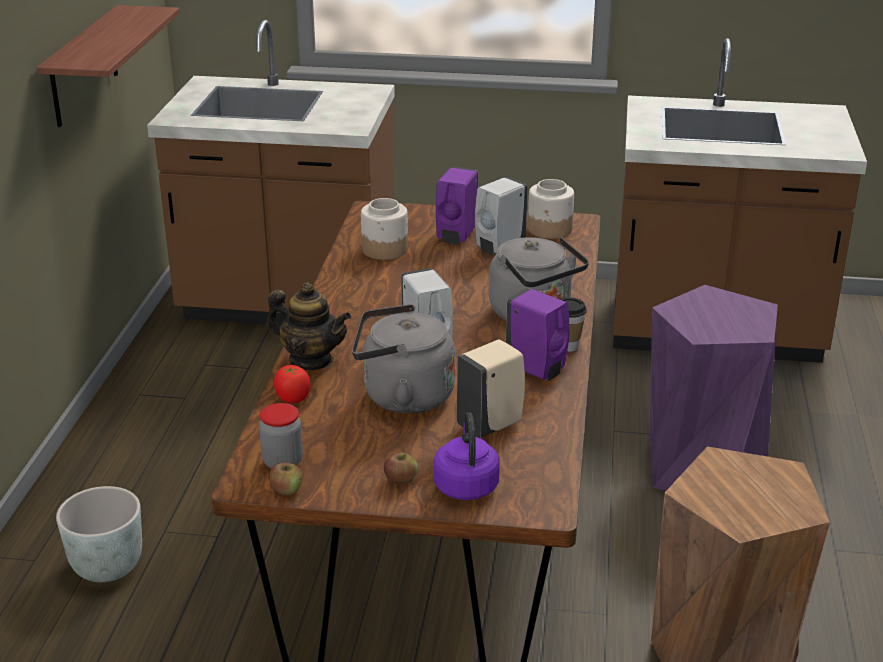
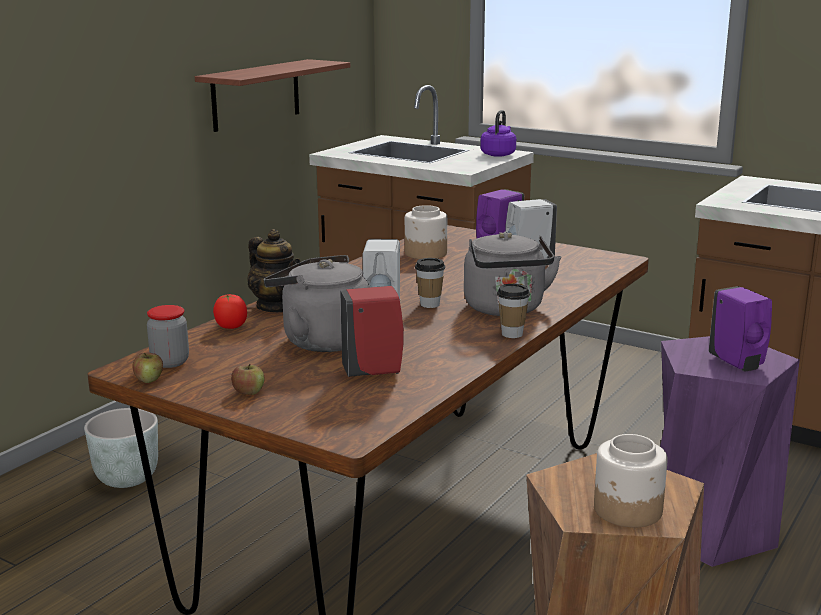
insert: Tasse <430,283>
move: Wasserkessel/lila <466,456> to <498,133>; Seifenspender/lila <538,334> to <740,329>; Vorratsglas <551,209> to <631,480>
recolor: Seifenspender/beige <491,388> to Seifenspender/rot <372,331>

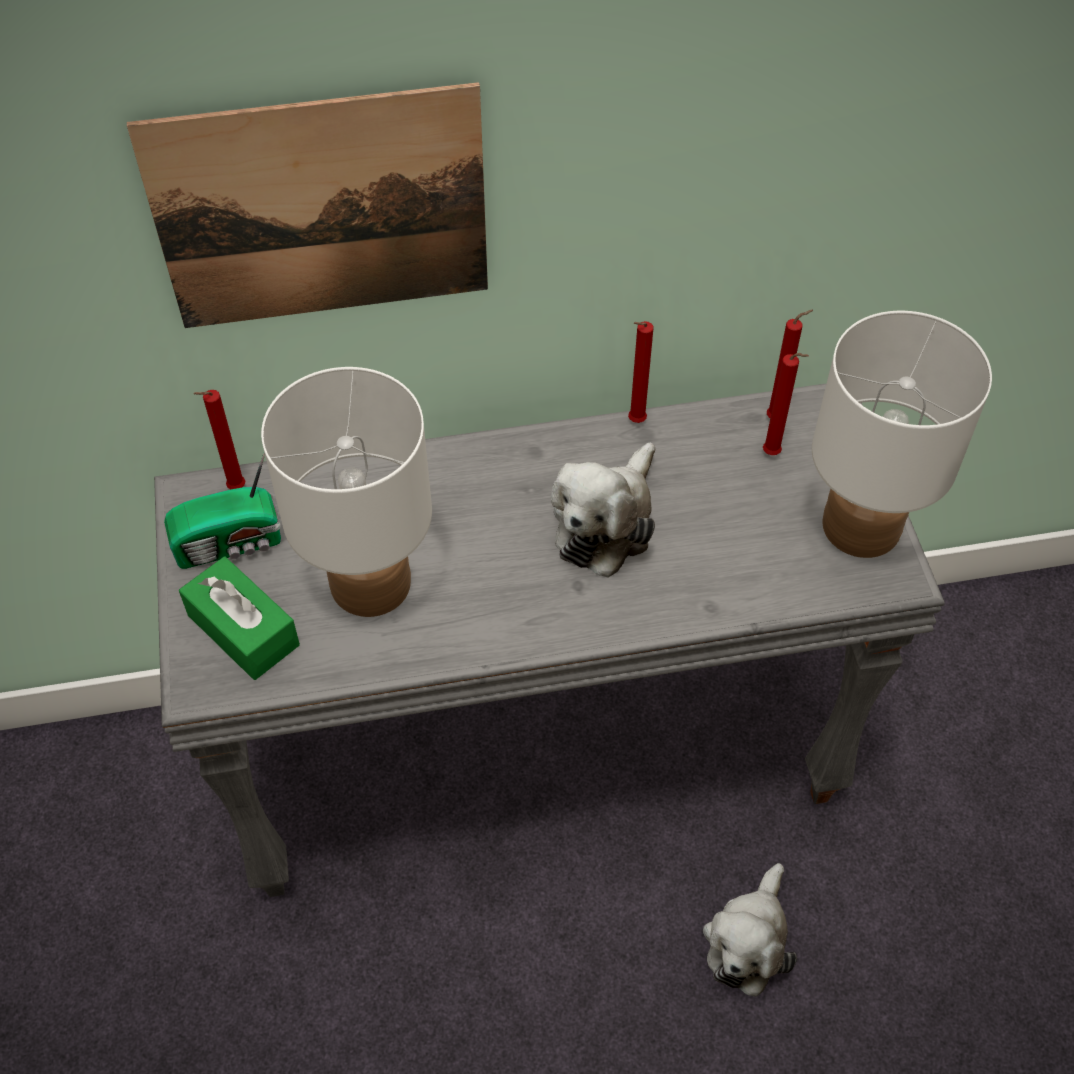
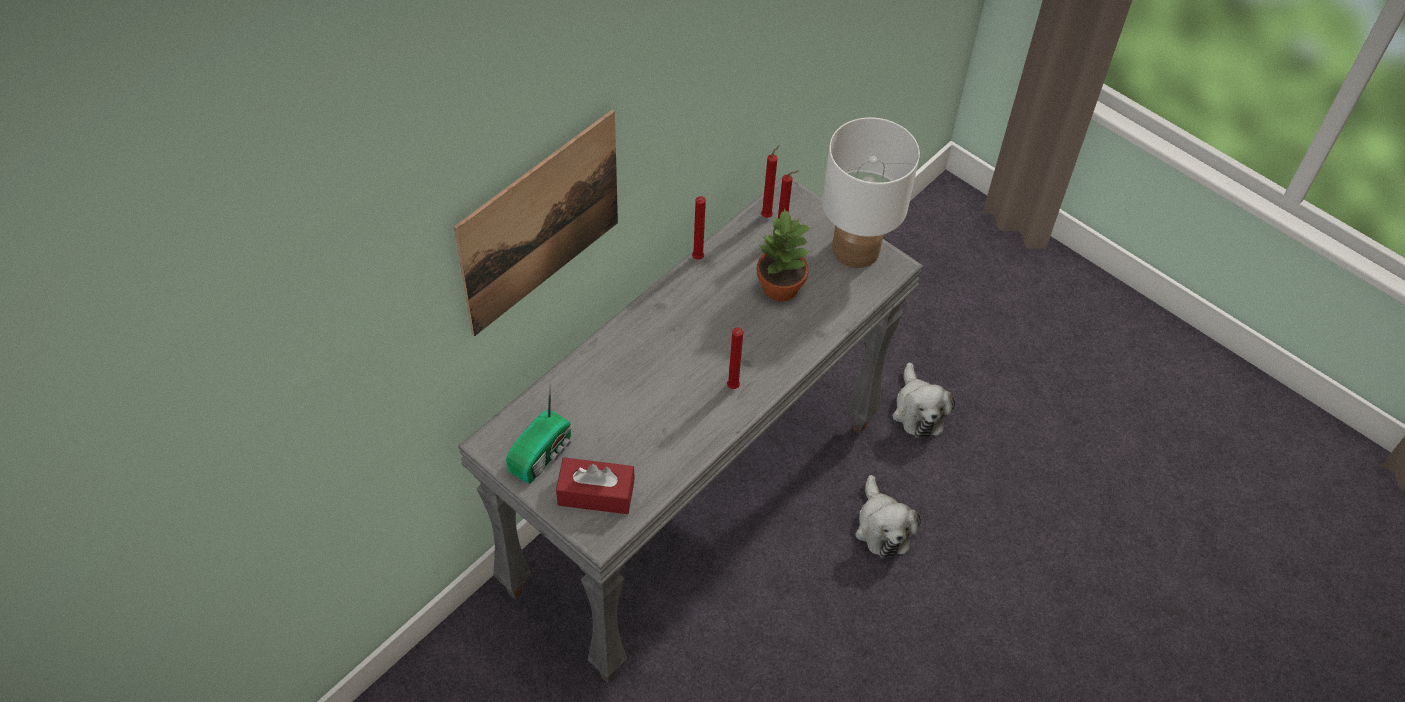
delete: Tischlampe/weiß <346,492>
insert: Topfpflanze <784,254>
move: Kerze/rot <219,439> to <735,358>; Plüschtier <603,510> to <923,400>
recolor: Taschentuchbox/grün <239,618> to Taschentuchbox/rot <595,485>

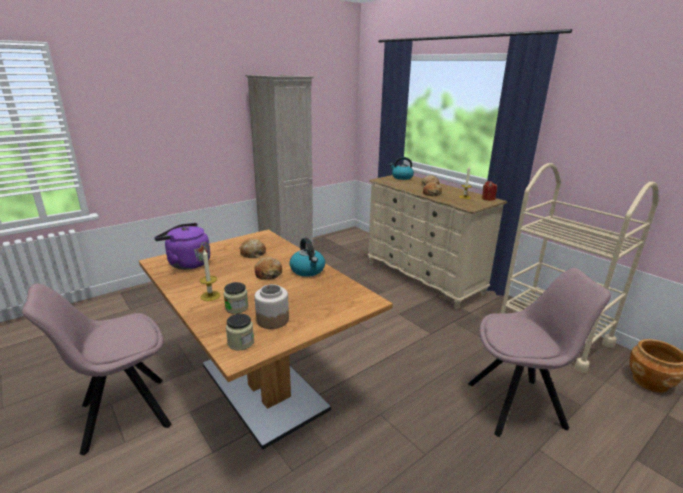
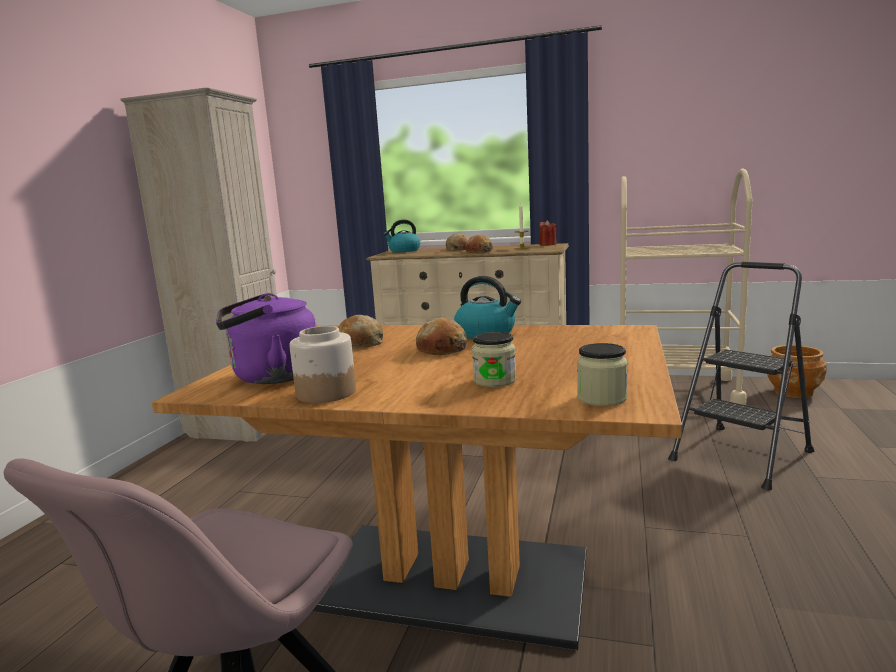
delete: Kerze <210,275>
move: Vorratsglas <272,306> to <322,364>
replace: Stuhl/rosa <539,352> to Trittleiter/schwarz <741,376>

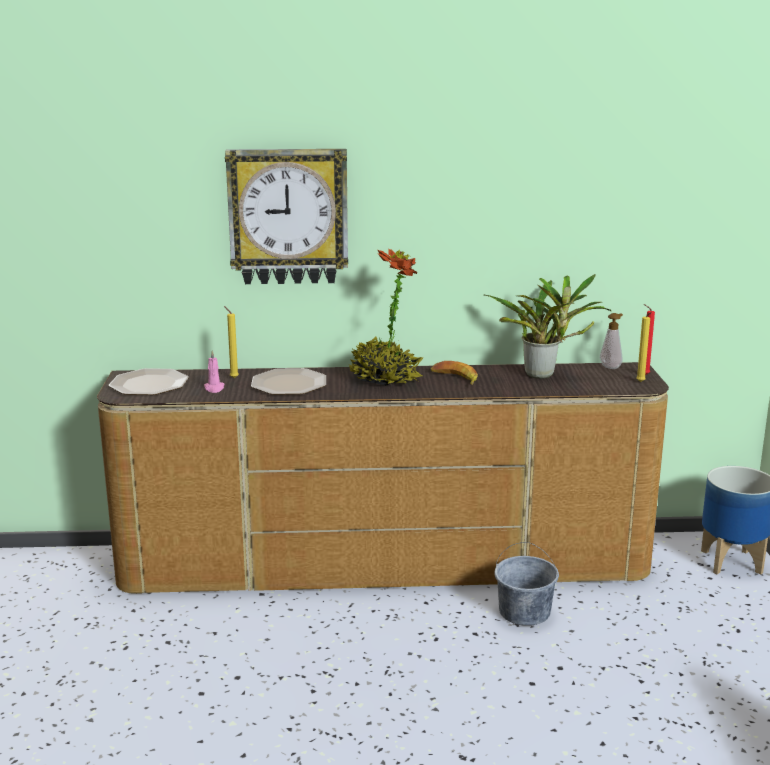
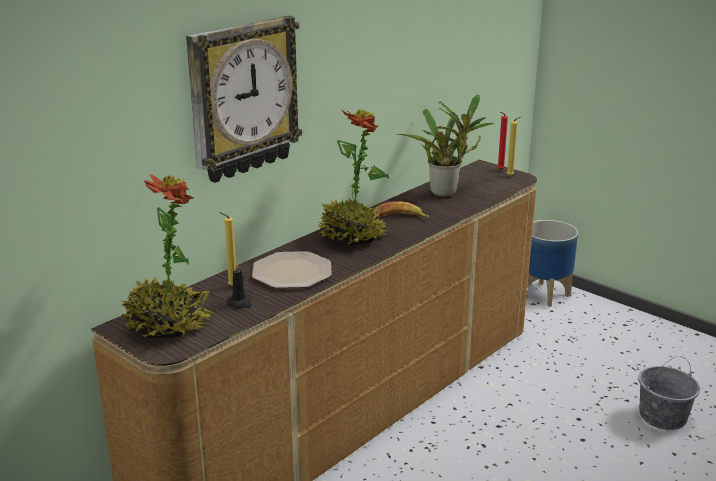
delete: Seifenspender <611,341>
move: Eimer/grau <526,584> to <669,393>
replace: Teller <149,381> to Topfpflanze <166,256>
recolor: Kerze/rosa <214,371> to Kerze/schwarz <239,285>

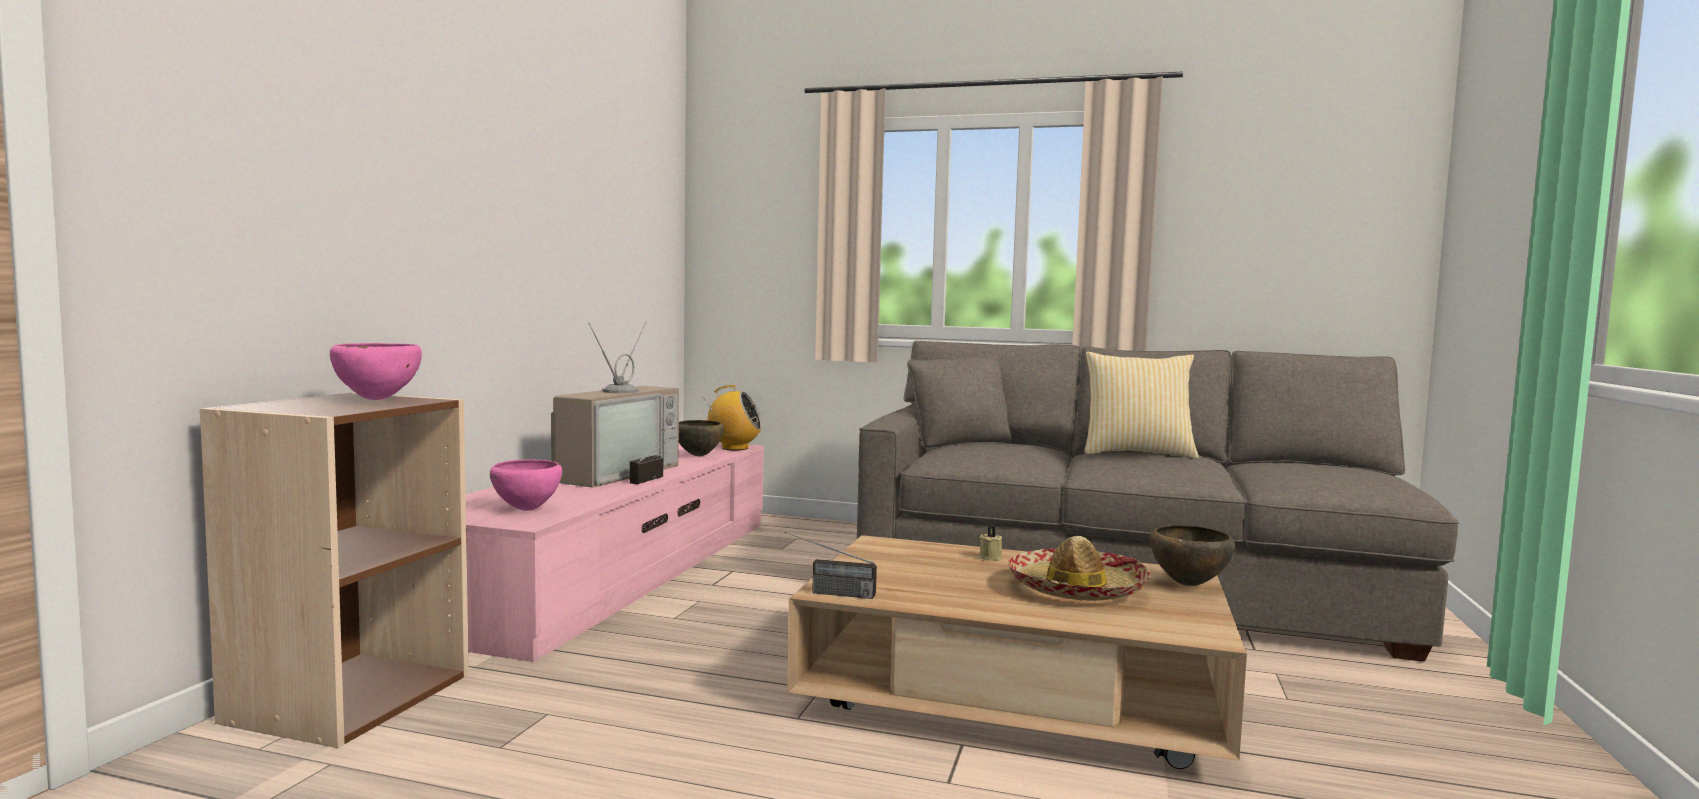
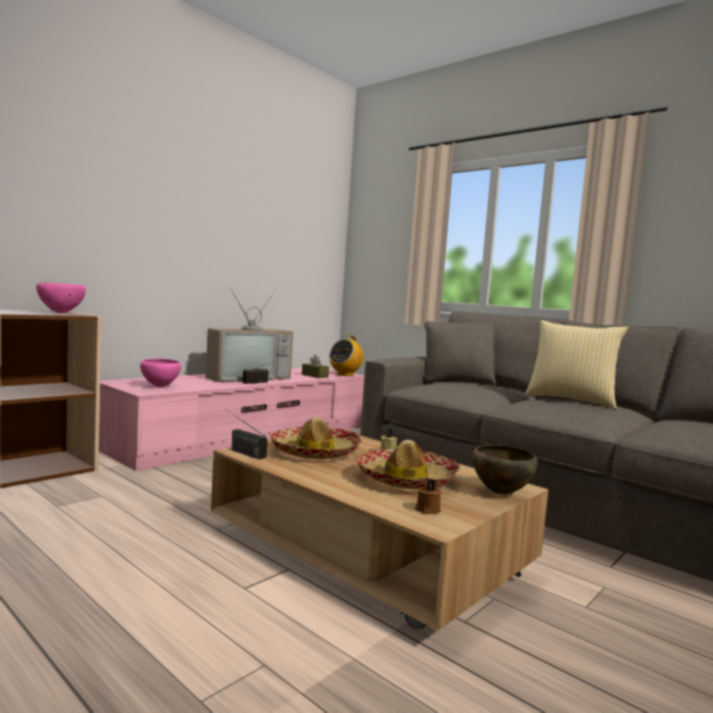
insert: Hut <315,438>; Kerze/braun <428,496>
replace: Schüssel/braun <701,438> to Taschentuchbox/braun <315,366>
rotate: Radio <733,417> = <346,355> 90 degrees clockwise

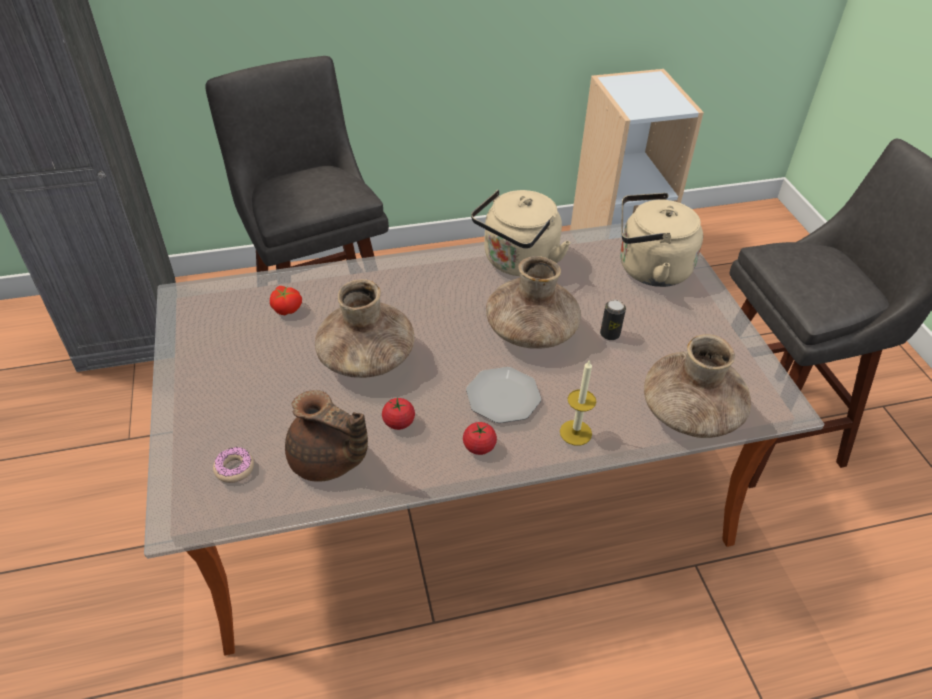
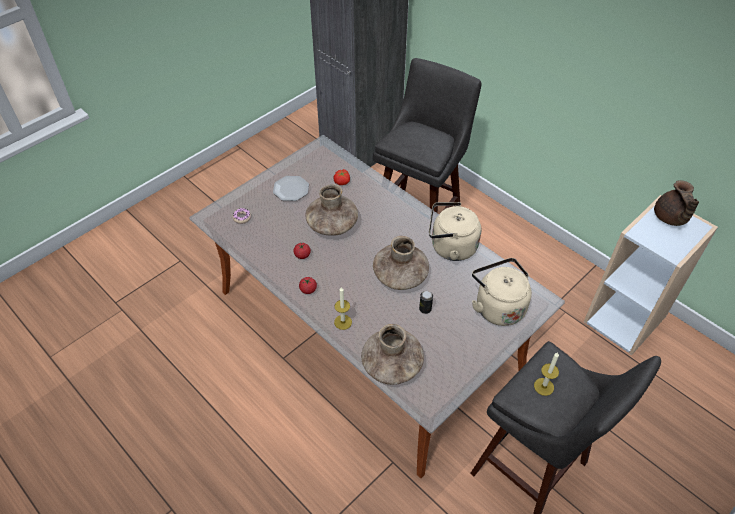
insert: Kerze <546,374>
move: Teekanne/braun <326,436> to <676,203>; Teller <503,395> to <291,188>

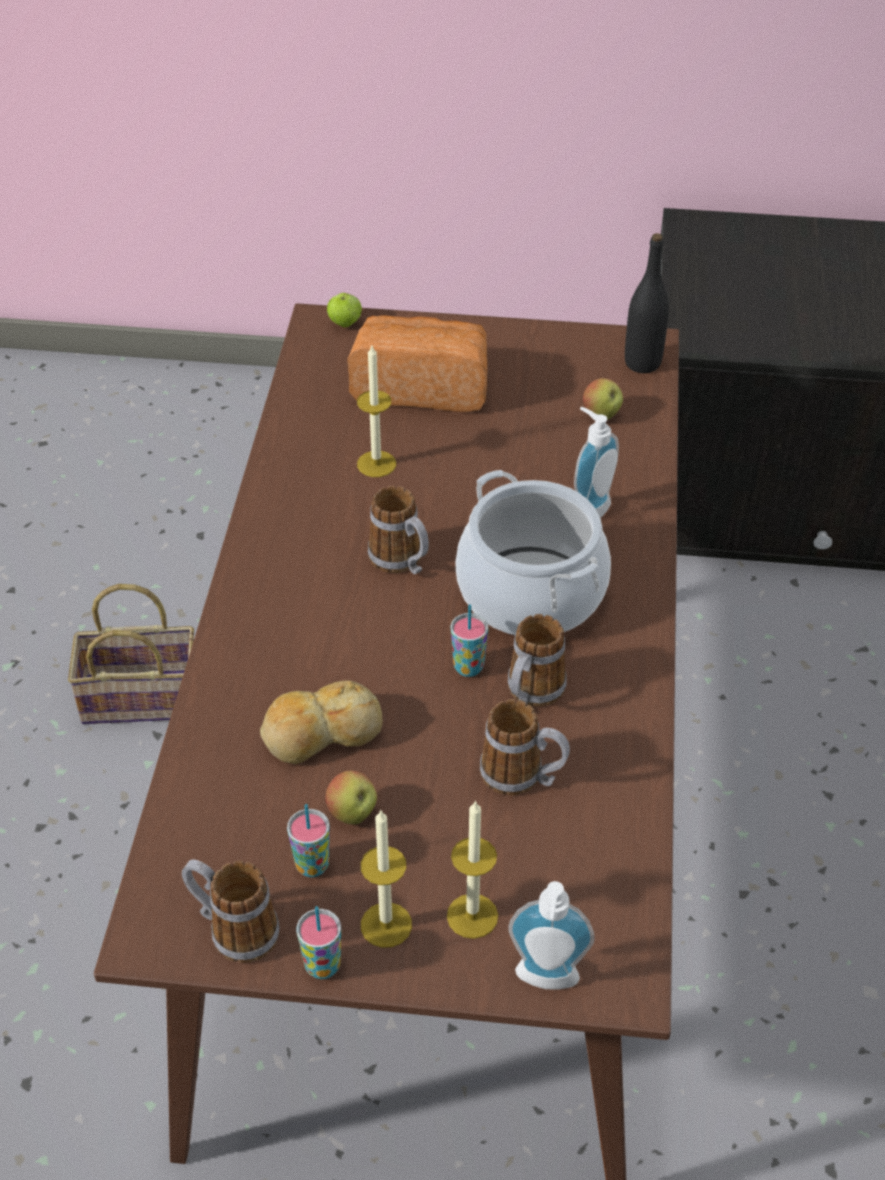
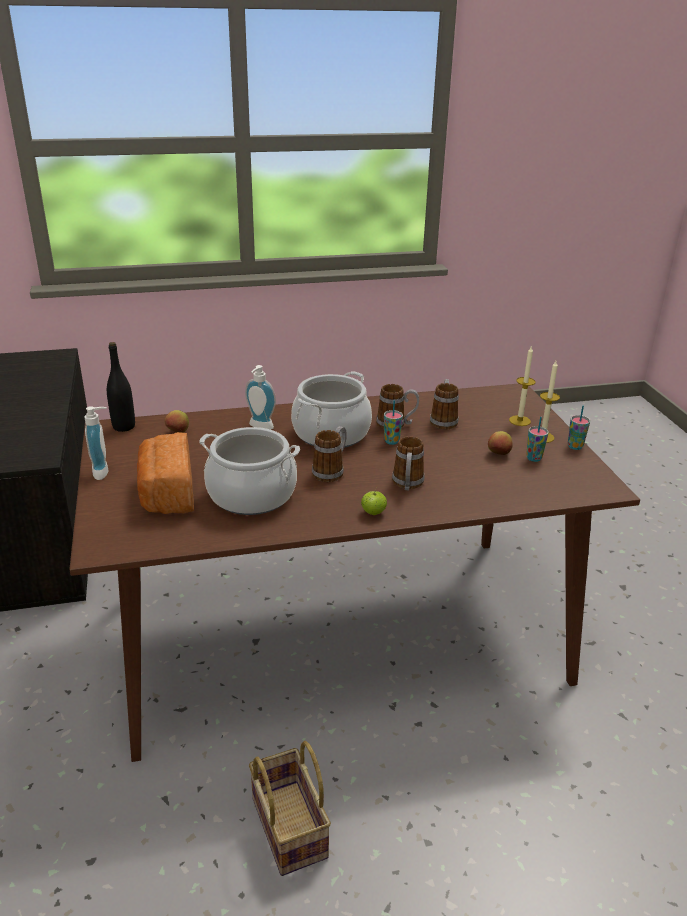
delete: Brot <321,722>
move: Henkelbecher <231,911> to <408,463>; Apfel <344,310> to <374,501>; Seifenspender <551,935> to <96,443>
replace: Kerze <376,411> to Kochtopf <250,471>

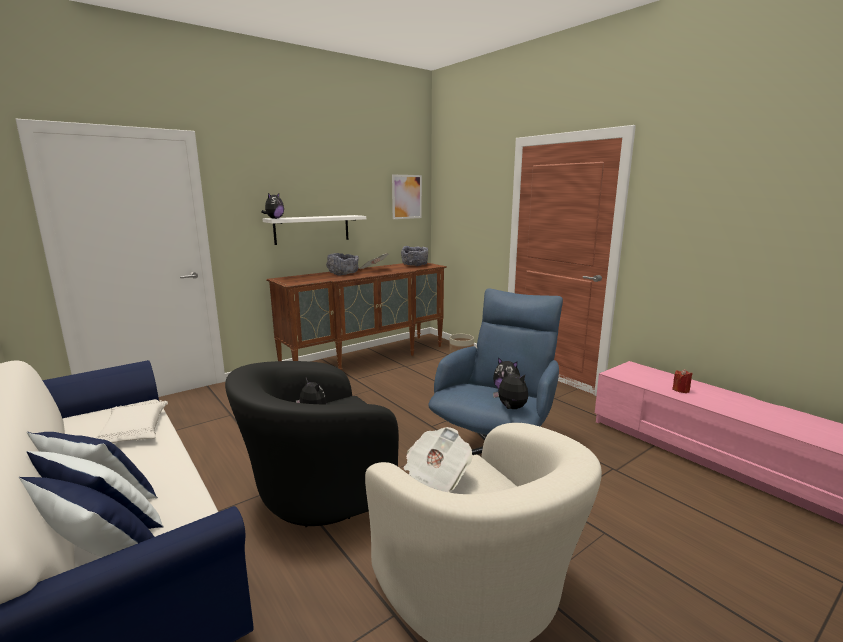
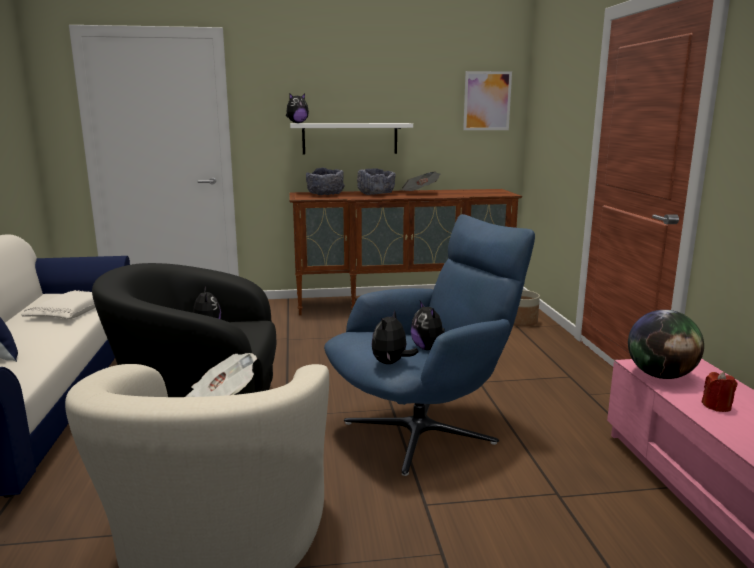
insert: Globus <666,344>
move: Schüssel/grau <414,256> to <325,181>
rotate: Plüschtier <510,389> = <395,337> 135 degrees counterclockwise

